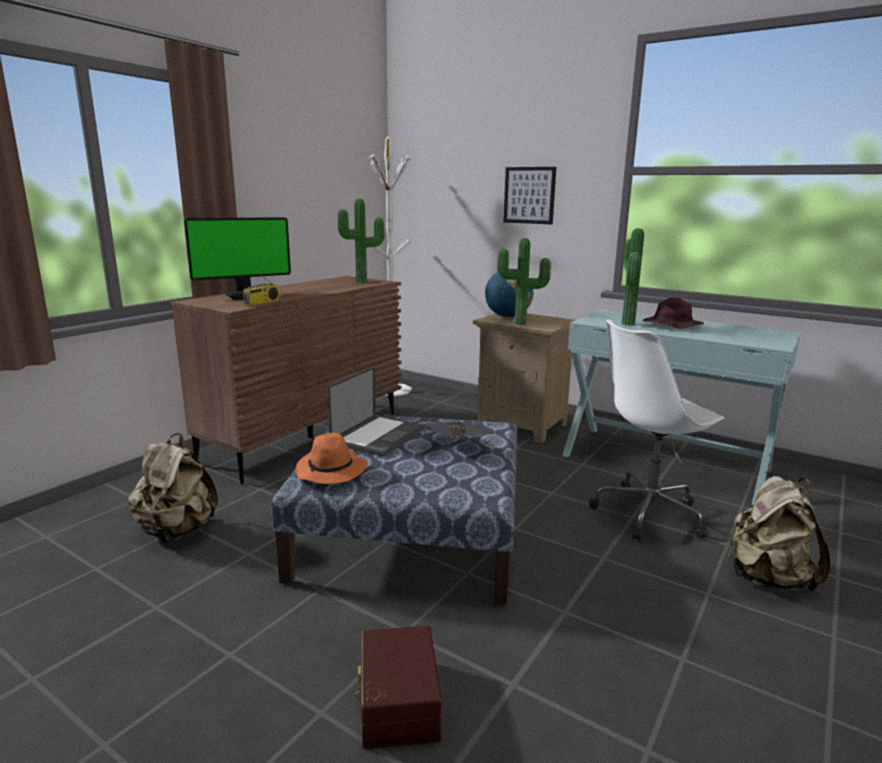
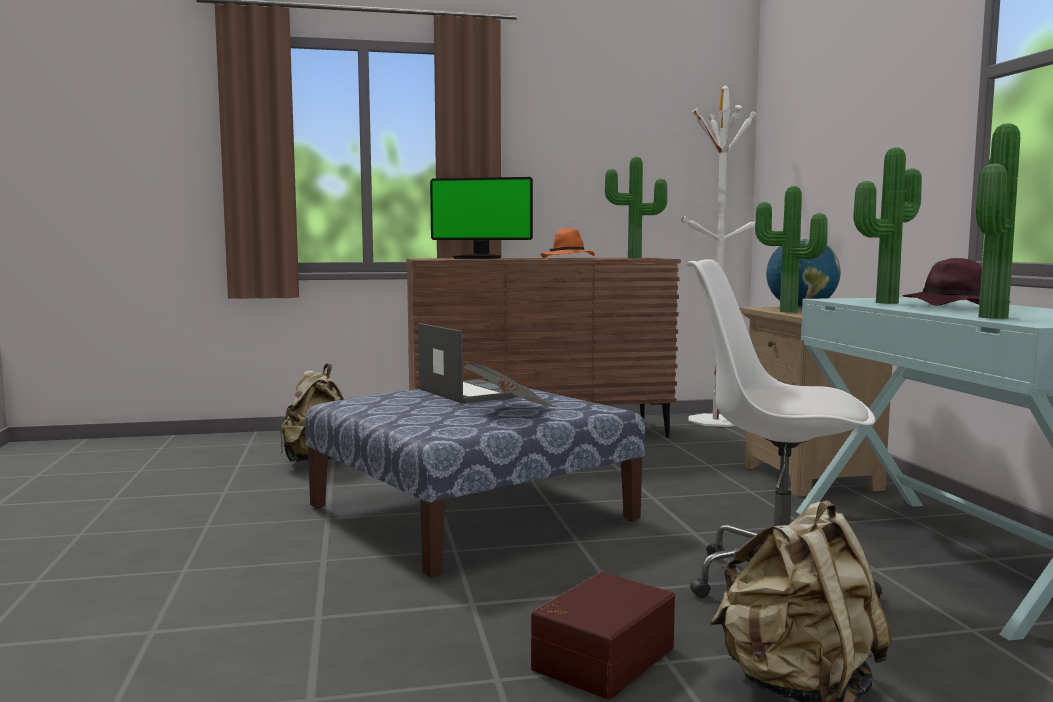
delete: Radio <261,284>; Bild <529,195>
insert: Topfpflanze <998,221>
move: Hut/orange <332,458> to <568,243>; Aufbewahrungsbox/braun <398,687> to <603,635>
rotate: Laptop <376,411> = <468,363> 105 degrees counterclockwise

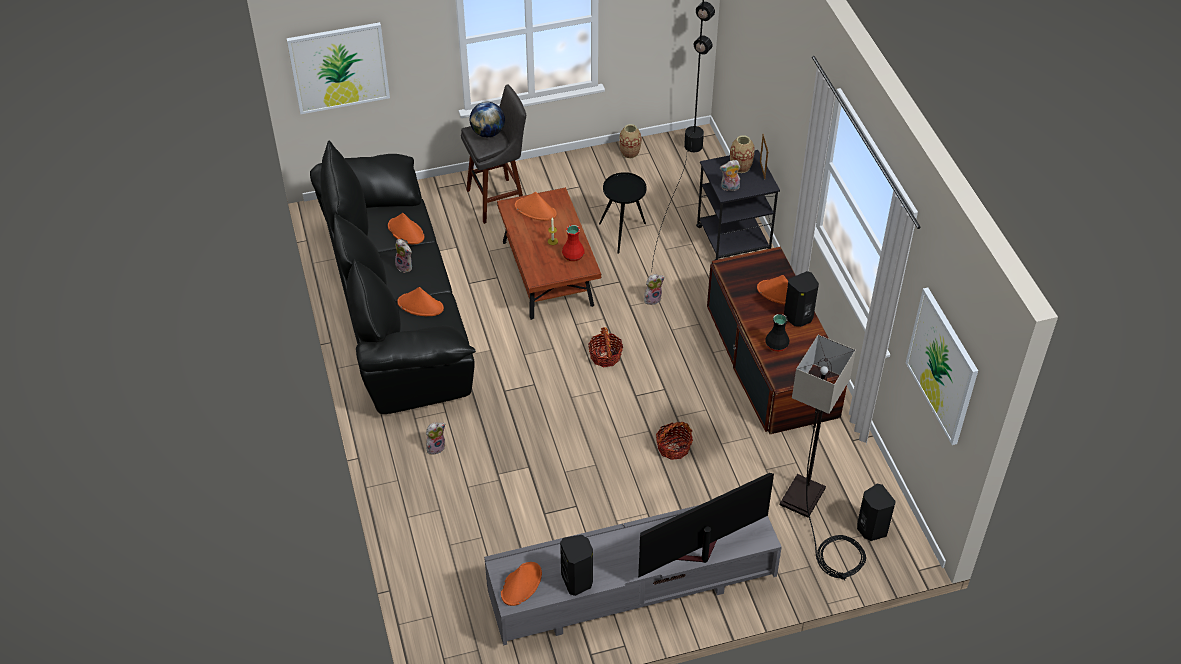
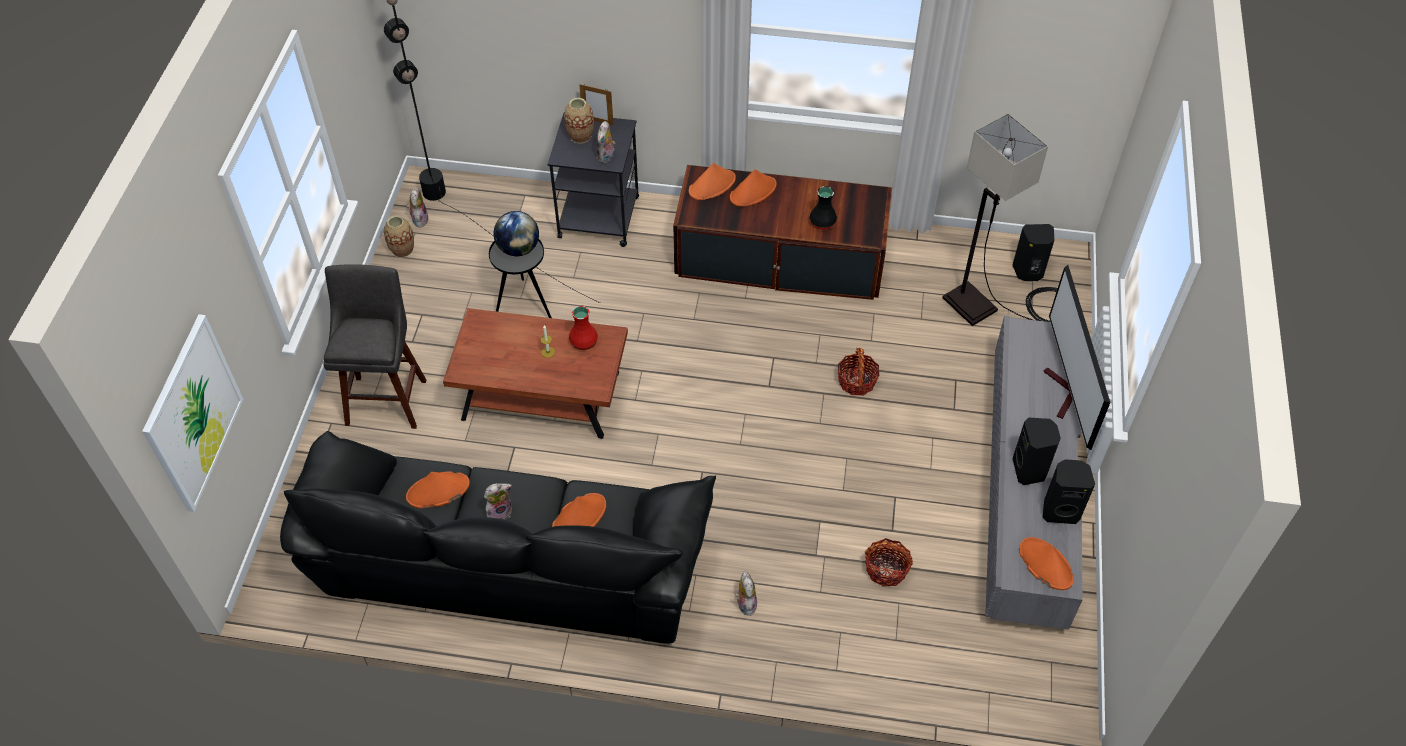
delete: Bild <942,366>
move: Globus <487,119> to <516,233>; Hut/orange <536,206> to <712,181>; Korb <605,347> to <889,562>; Plüschtier <654,289> to <418,207>; Lautsprecher/schwarz <801,299> to <1036,451>

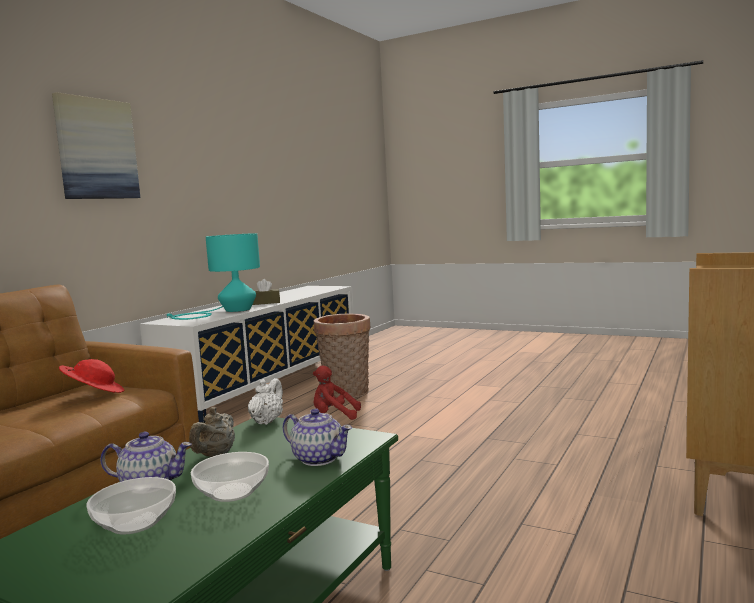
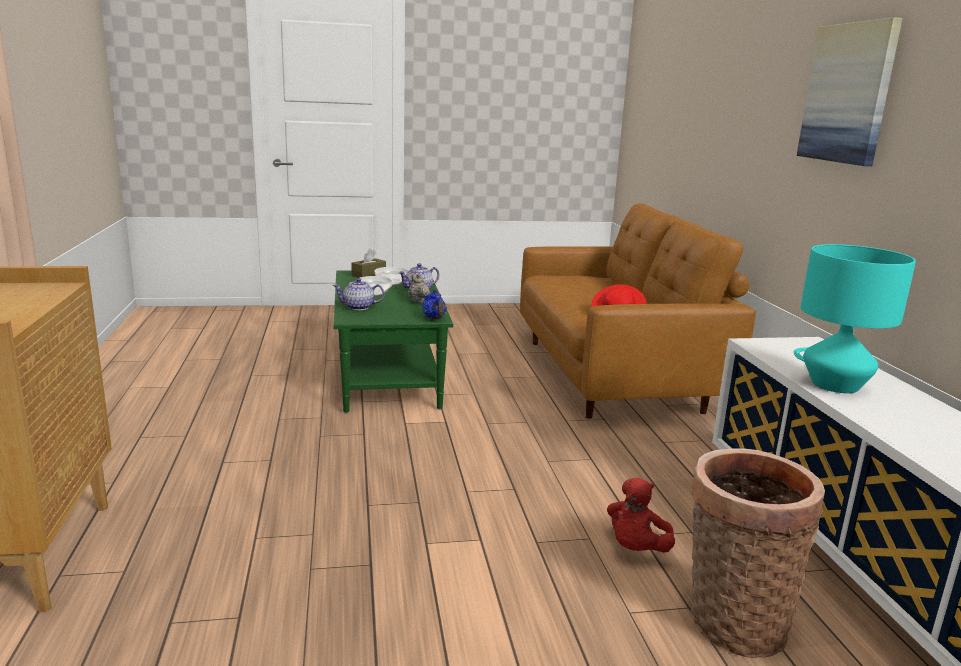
move: Taschentuchbox/braun <266,292> to <368,263>
recolor: Teekanne/weiß <265,401> to Teekanne/blau <434,304>
rotate: Plüschtier/rot <337,393> = <641,515> 150 degrees clockwise

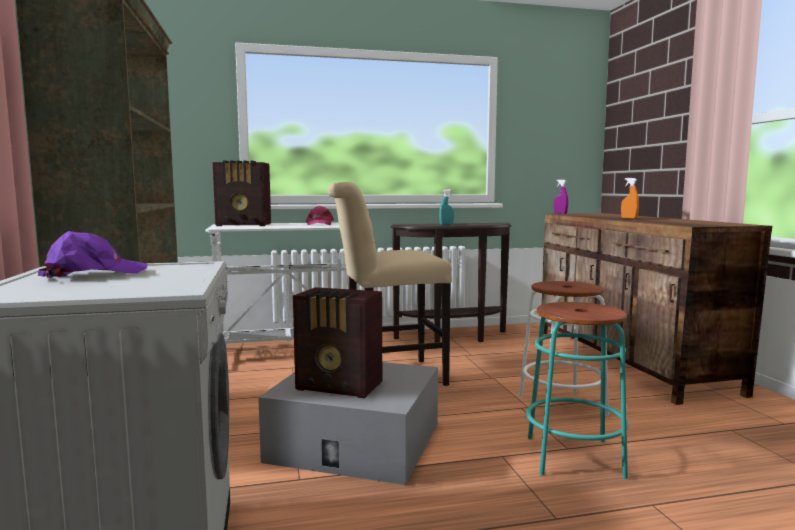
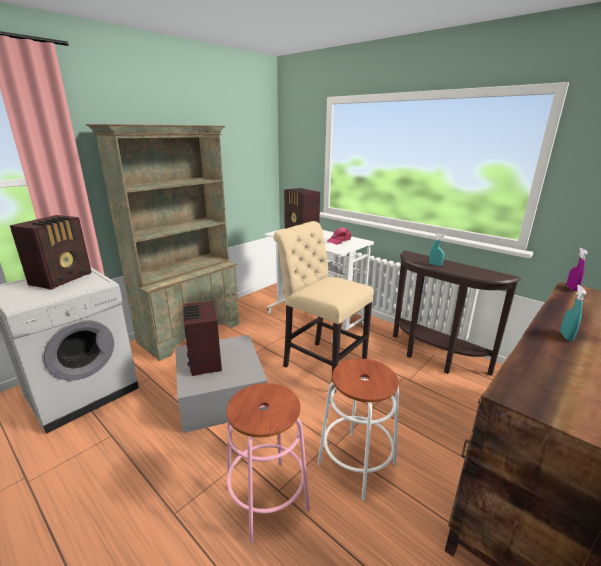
replace: Kappe/lila <92,254> to Radio <51,252>
recolor: Hocker/türkis <577,390> to Hocker/rosa <268,462>; Sprühflasche/orange <630,198> to Sprühflasche/türkis <573,313>

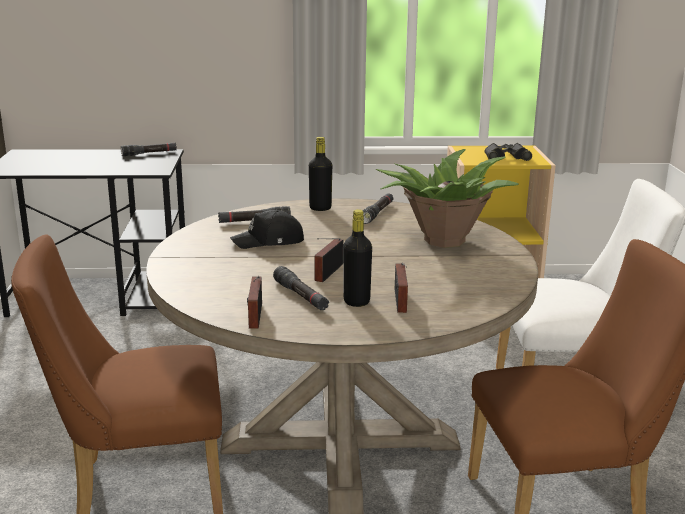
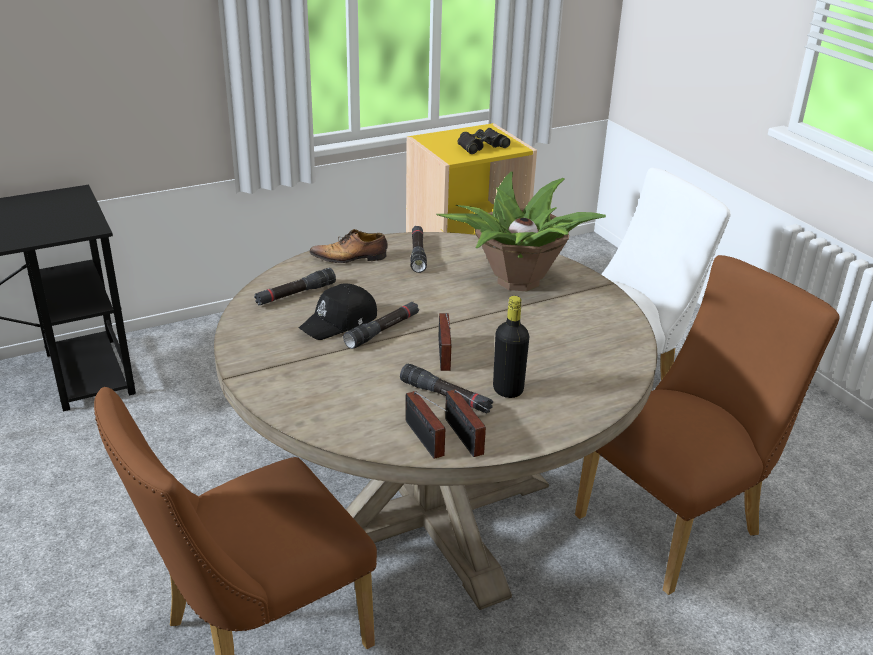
move: Taschenlampe/schwarz <149,149> to <381,325>; Radio <401,288> to <467,423>
replace: Flasche/schwarz <320,174> to Schuh <348,246>

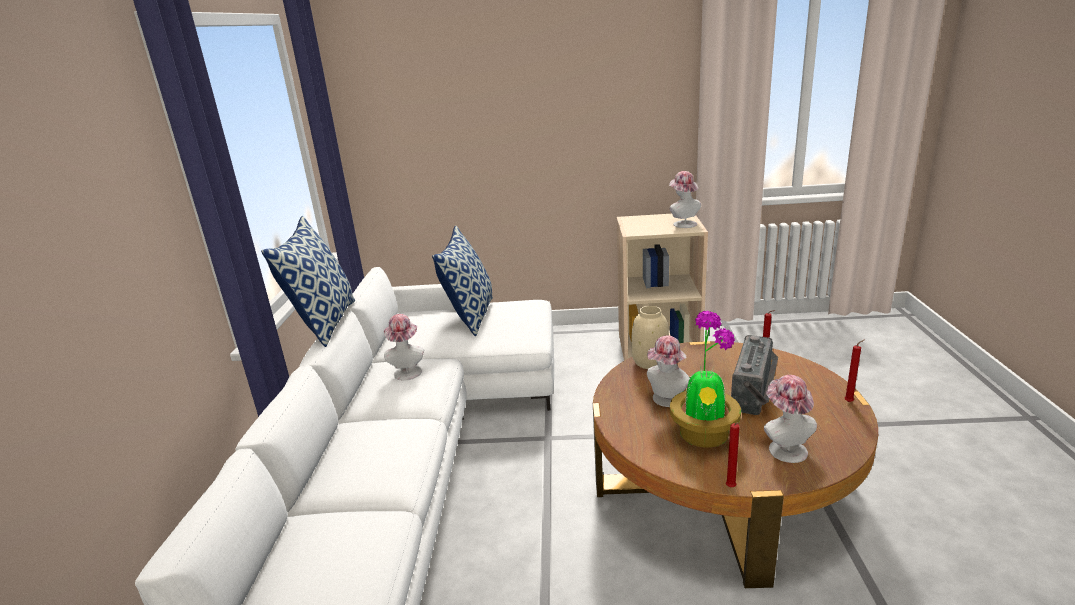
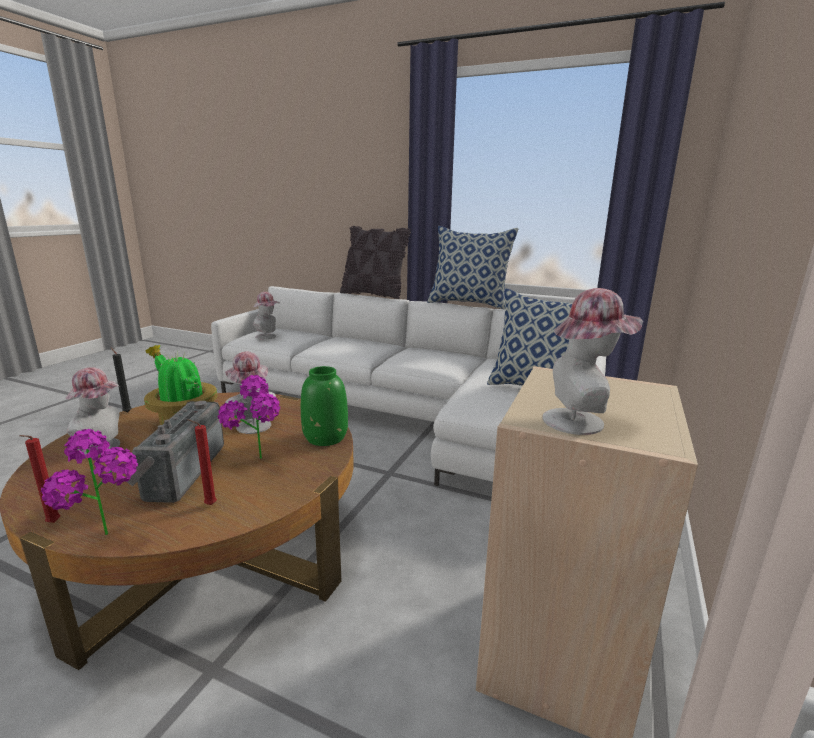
insert: Topfpflanze <89,482>; Kissen/schwarz <375,262>
move: Hut <404,347> to <266,316>
recolor: Vase/beige <650,337> to Vase/grün <324,406>; Kerze/rot <733,455> to Kerze/schwarz <121,380>
rotate: Radio <754,375> = <175,452> 45 degrees clockwise

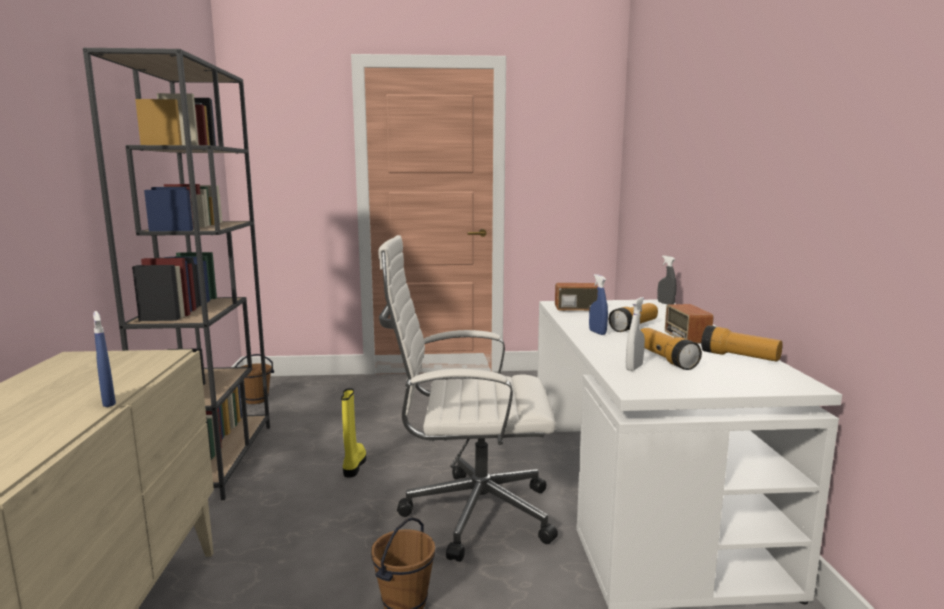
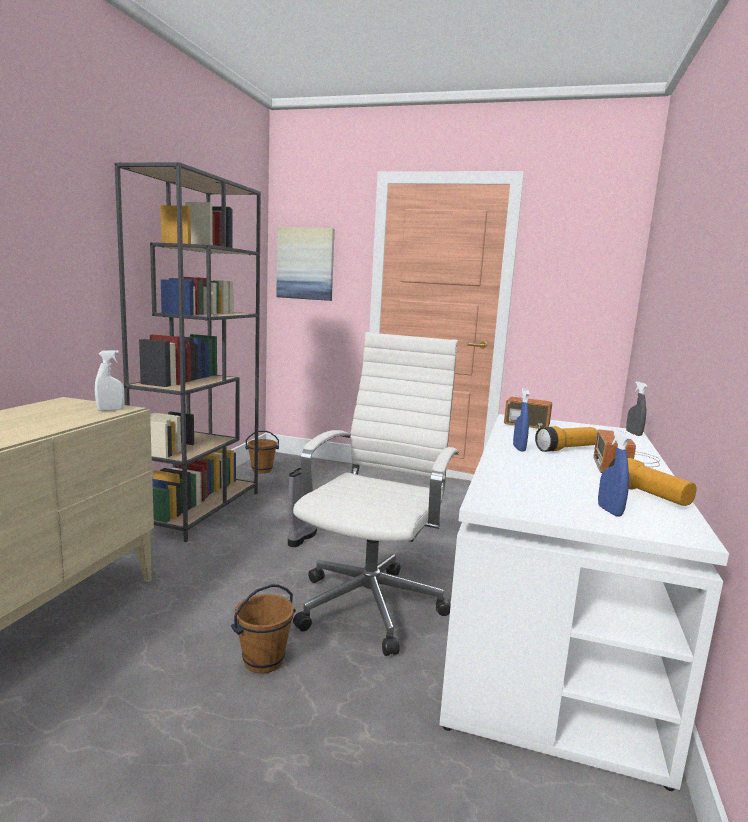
delete: Taschenlampe <671,349>
insert: Bild <305,264>
move: Sprühflasche/blau <104,359> to <614,472>; Sprühflasche/weiß <635,334> to <109,380>
recolor: Stiefel/gelb <353,432> to Stiefel/grau <302,507>
rotate: Bürostuhl/weiß <468,398> = <376,494> 90 degrees clockwise

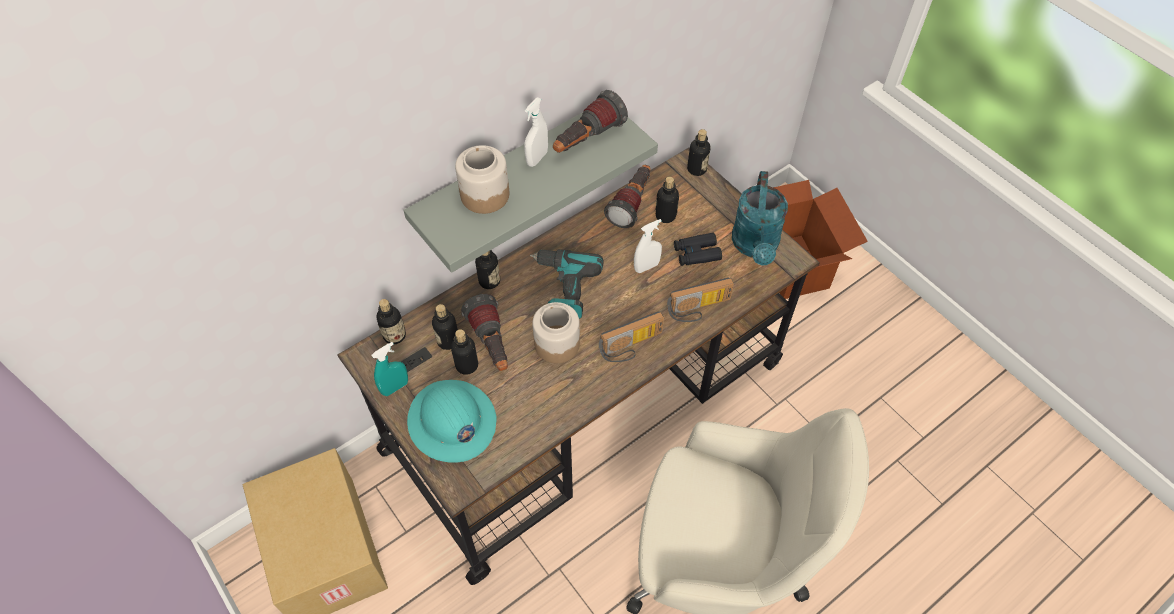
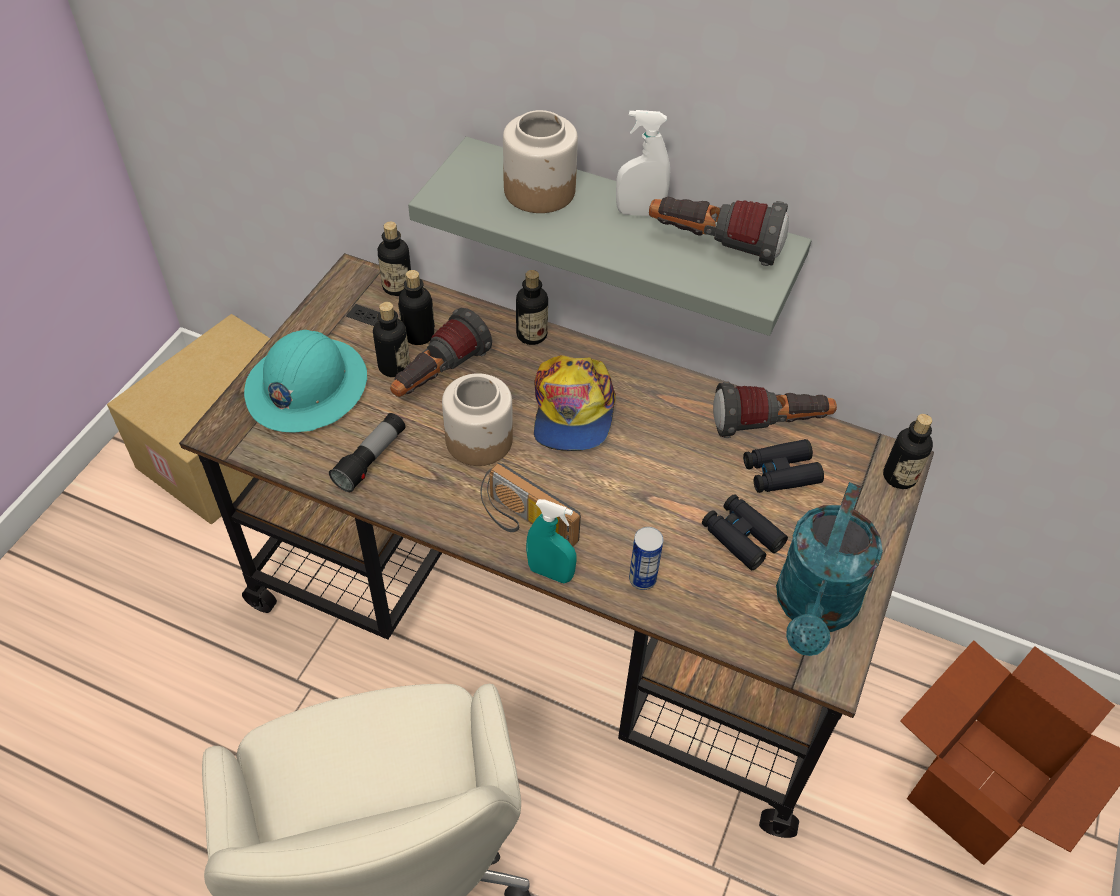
delete: Sprühflasche/weiß <648,246>
insert: Taschenlampe <367,452>
move: Sprühflasche/türkis <389,369> to <551,541>
replace: Bohrmaschine <567,284> to Kappe <575,403>; Flasche <667,200> to Fernglas/schwarz <783,466>; Radio <700,299> to Dose <646,558>
rotate: Gießkanne/türkis <760,218> = <829,569> 45 degrees counterclockwise

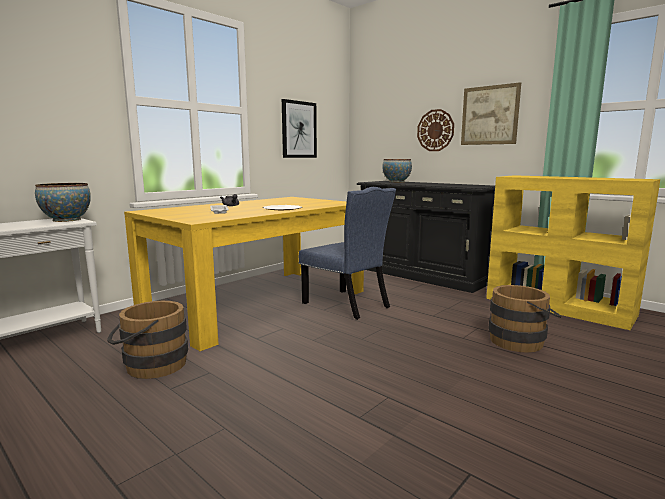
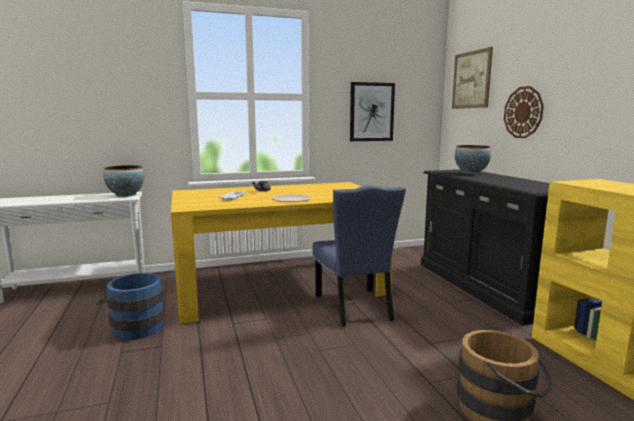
move: Bild <491,113> to <472,78>
recolor: Eimer/braun <147,340> to Eimer/blau <130,306>

